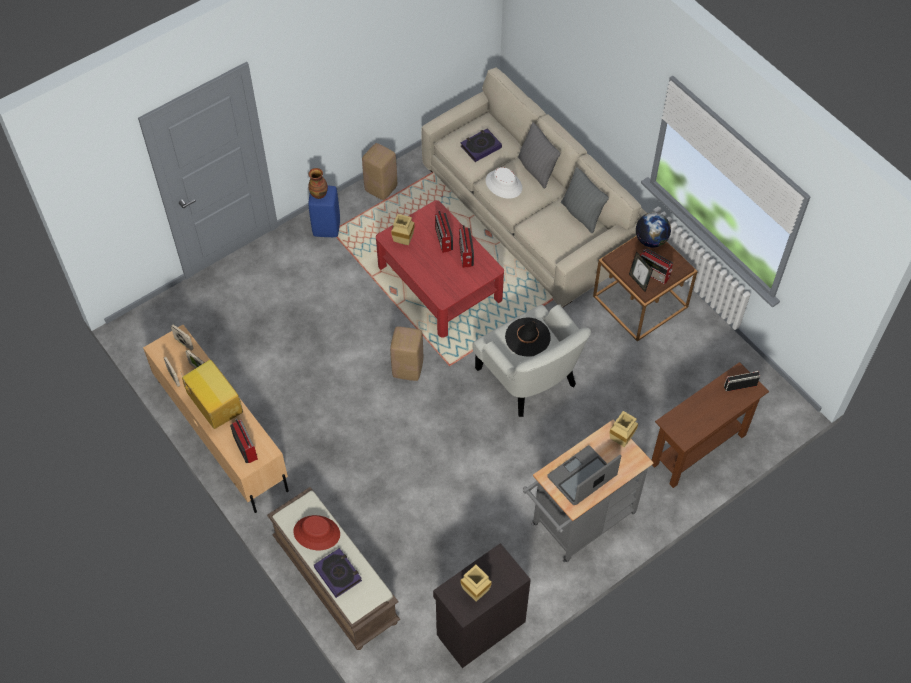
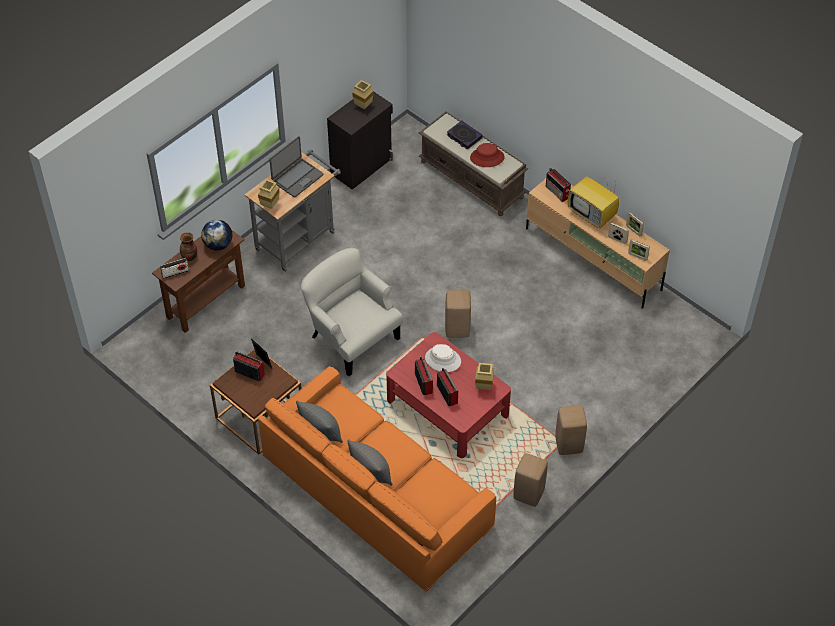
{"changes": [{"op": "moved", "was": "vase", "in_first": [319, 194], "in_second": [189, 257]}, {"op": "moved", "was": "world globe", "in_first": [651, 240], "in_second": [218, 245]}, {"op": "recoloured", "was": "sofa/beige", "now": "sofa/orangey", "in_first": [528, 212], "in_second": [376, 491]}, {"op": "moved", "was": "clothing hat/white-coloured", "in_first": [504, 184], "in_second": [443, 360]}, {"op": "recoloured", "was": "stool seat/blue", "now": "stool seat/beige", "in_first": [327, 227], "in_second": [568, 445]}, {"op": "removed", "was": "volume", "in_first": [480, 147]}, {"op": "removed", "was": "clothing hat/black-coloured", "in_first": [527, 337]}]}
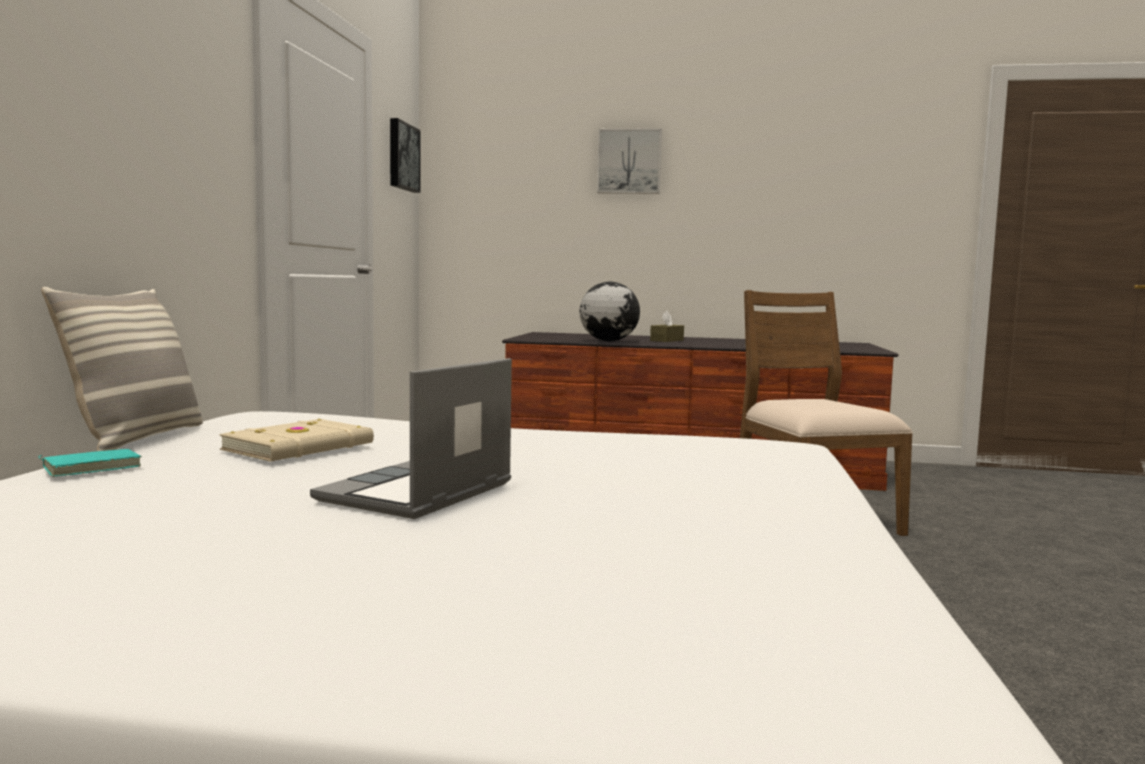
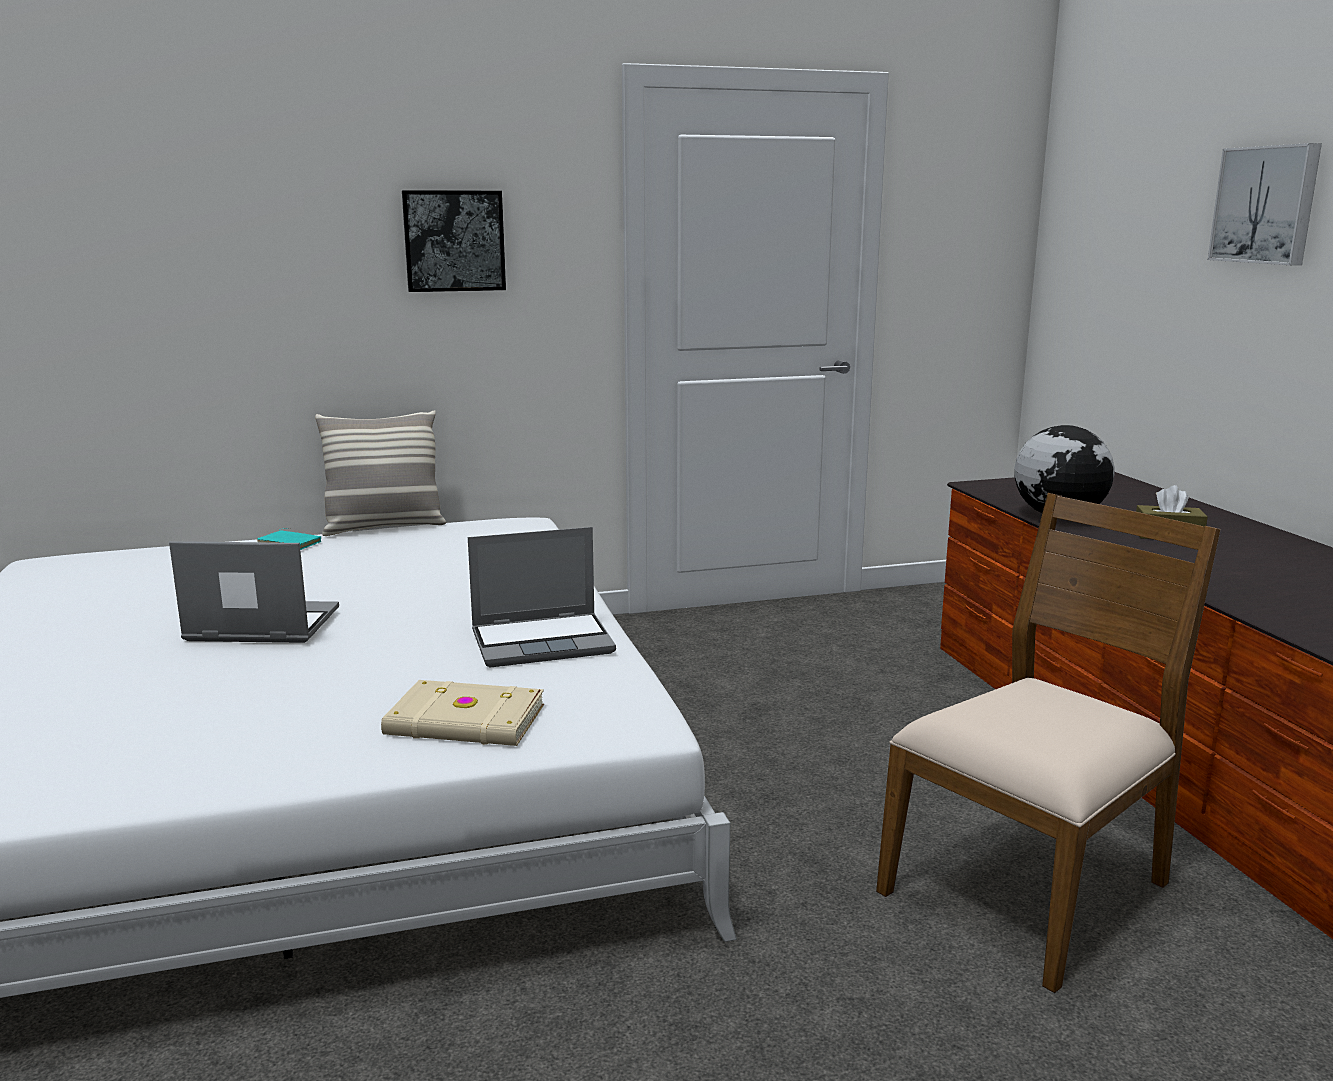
{"changes": [{"op": "moved", "was": "volume/beige", "in_first": [301, 447], "in_second": [465, 722]}, {"op": "moved", "was": "picture", "in_first": [402, 156], "in_second": [454, 241]}, {"op": "added", "now": "portable computer", "in_second": [544, 642]}]}
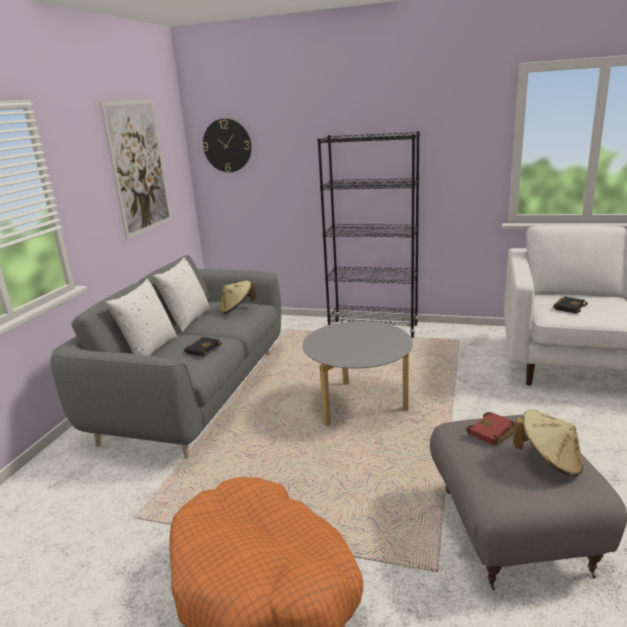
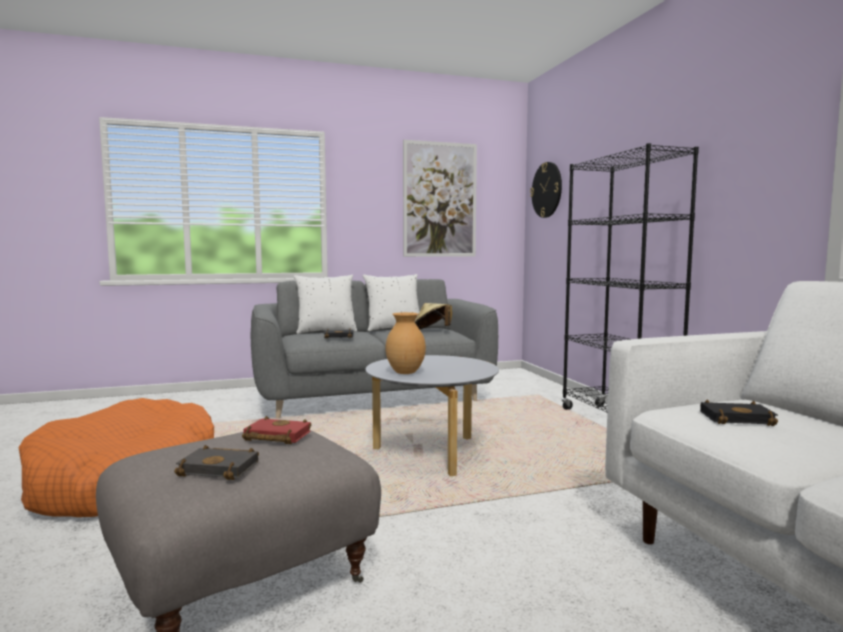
{"changes": [{"op": "replaced", "was": "clothing hat/beige", "now": "volume/black-coloured", "in_first": [549, 461], "in_second": [222, 468]}, {"op": "added", "now": "vase/brownish", "in_second": [405, 373]}]}
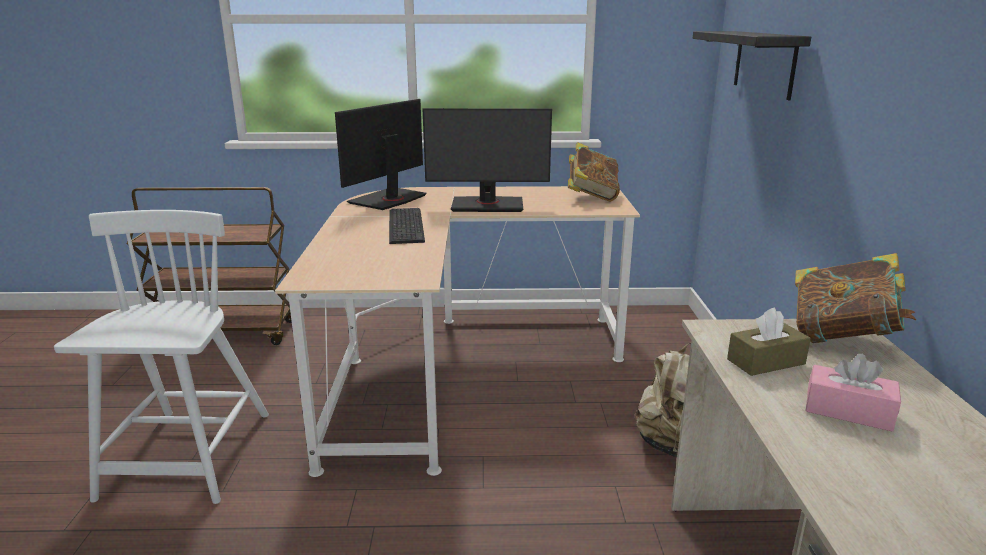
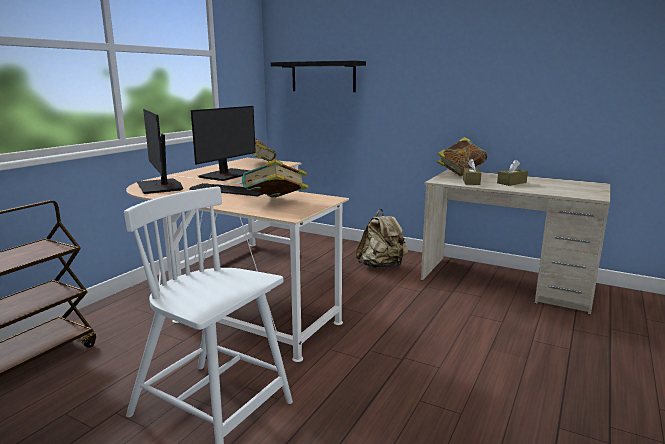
{"changes": [{"op": "added", "now": "volume", "in_second": [275, 202]}, {"op": "recoloured", "was": "box of tissues/pink", "now": "box of tissues/brownish", "in_first": [848, 411], "in_second": [511, 183]}]}
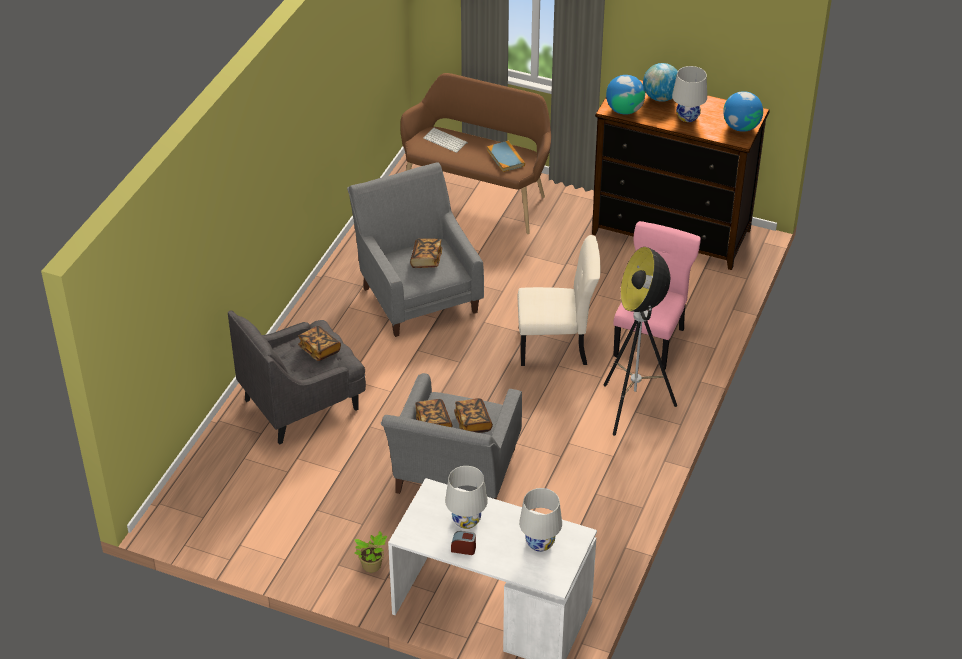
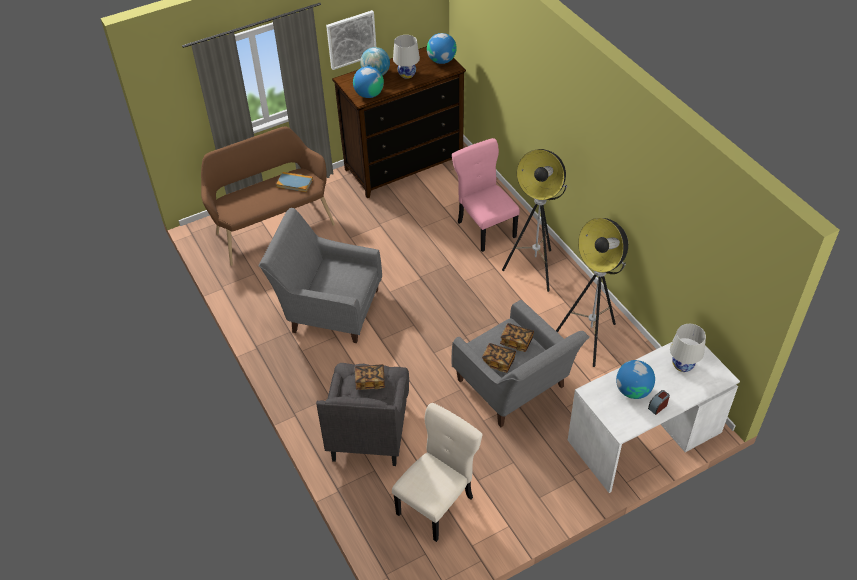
{"changes": [{"op": "added", "now": "picture", "in_second": [351, 39]}, {"op": "moved", "was": "upright chair/beige", "in_first": [556, 347], "in_second": [437, 503]}, {"op": "added", "now": "floor lamp", "in_second": [590, 339]}, {"op": "replaced", "was": "tabletop lamp/white-coloured", "now": "world globe", "in_first": [466, 521], "in_second": [633, 390]}, {"op": "removed", "was": "plant in a pot", "in_first": [372, 566]}, {"op": "removed", "was": "volume", "in_first": [426, 260]}, {"op": "removed", "was": "keyboard", "in_first": [446, 140]}]}
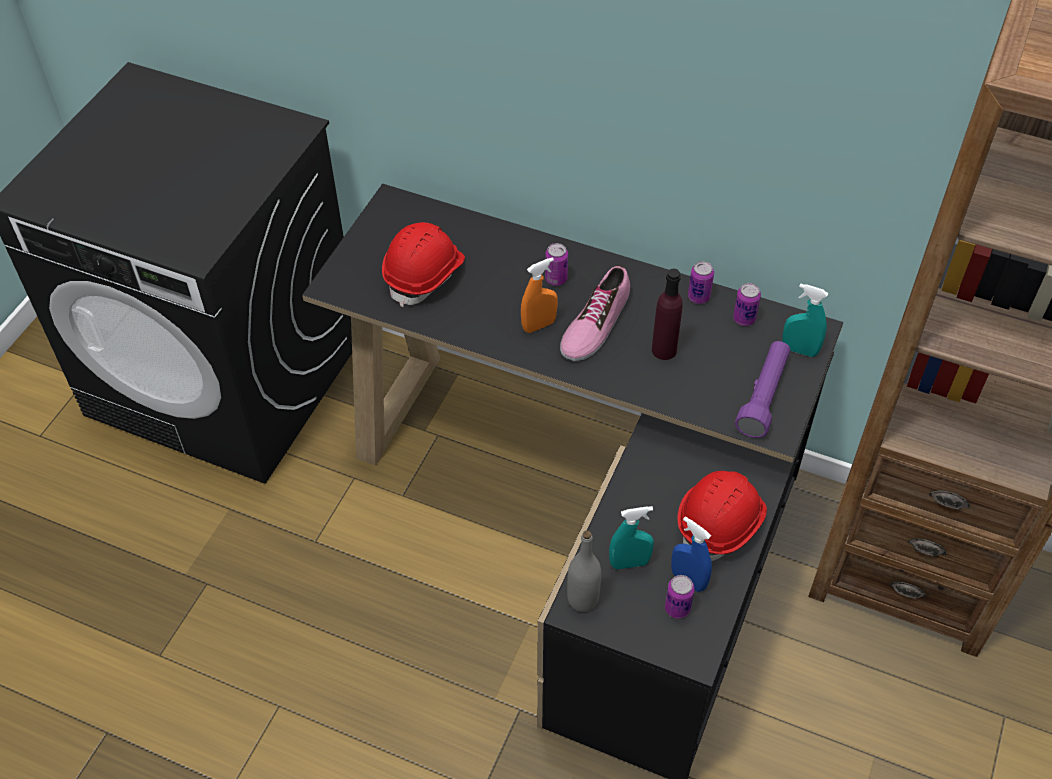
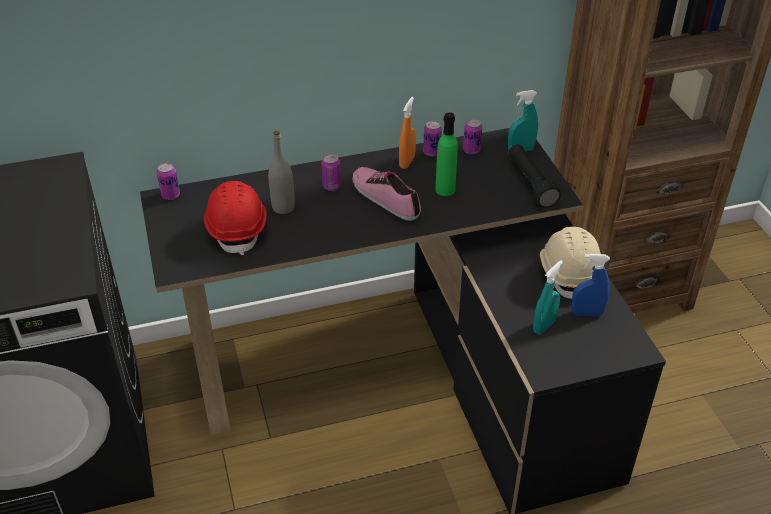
{"changes": [{"op": "moved", "was": "can", "in_first": [677, 608], "in_second": [170, 195]}, {"op": "moved", "was": "bottle/grey", "in_first": [583, 599], "in_second": [283, 207]}, {"op": "turned", "was": "low shoe", "in_first": [595, 323], "in_second": [386, 197], "clockwise": 150}, {"op": "moved", "was": "sprayer/orangey", "in_first": [539, 325], "in_second": [407, 162]}, {"op": "recoloured", "was": "bottle/purple", "now": "bottle/green-coloured", "in_first": [664, 350], "in_second": [445, 190]}, {"op": "recoloured", "was": "hand torch/purple", "now": "hand torch/black-coloured", "in_first": [763, 396], "in_second": [530, 183]}, {"op": "recoloured", "was": "safety helmet/reddish", "now": "safety helmet/beige", "in_first": [721, 523], "in_second": [569, 273]}]}
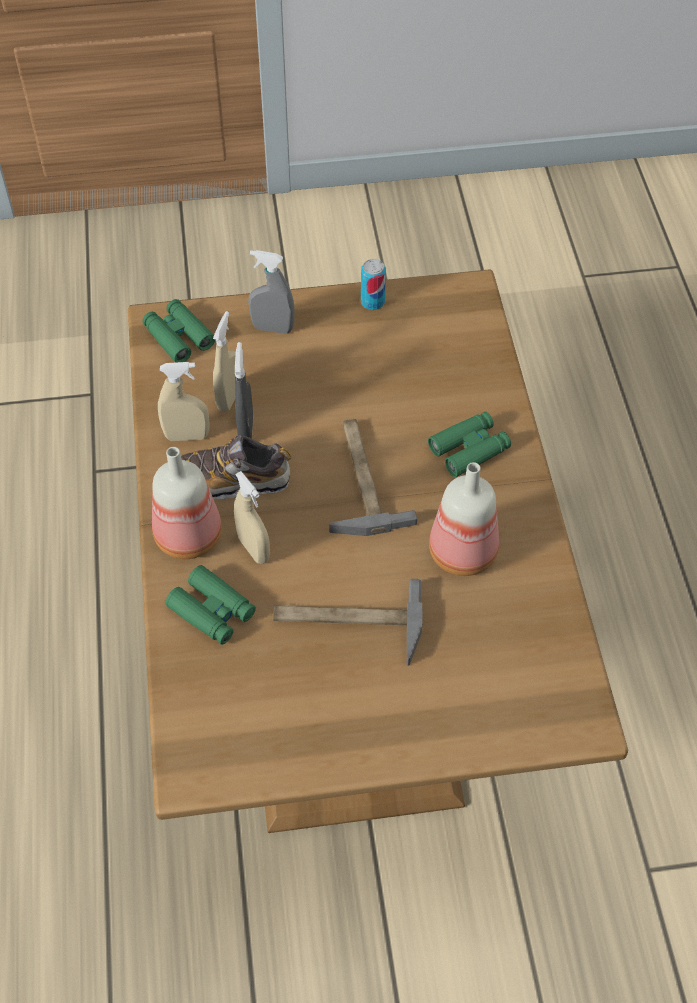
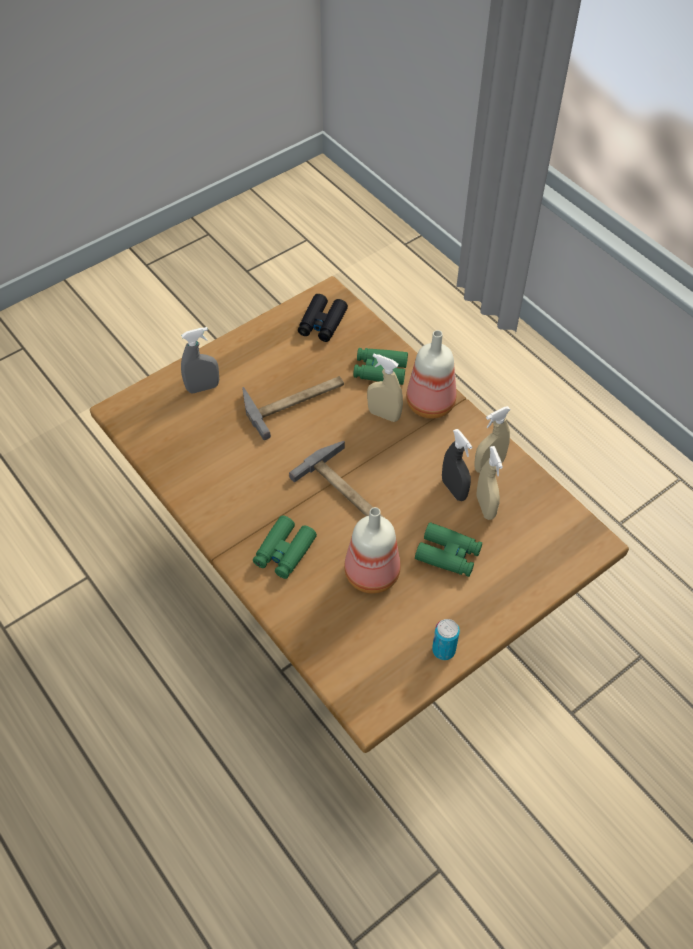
{"changes": [{"op": "moved", "was": "sprayer/grey", "in_first": [273, 328], "in_second": [203, 387]}, {"op": "added", "now": "pair of binoculars/black-coloured", "in_second": [322, 323]}, {"op": "moved", "was": "bottle", "in_first": [464, 554], "in_second": [370, 573]}, {"op": "moved", "was": "pair of binoculars/green-coloured", "in_first": [178, 337], "in_second": [448, 554]}, {"op": "removed", "was": "low shoe", "in_first": [234, 480]}]}
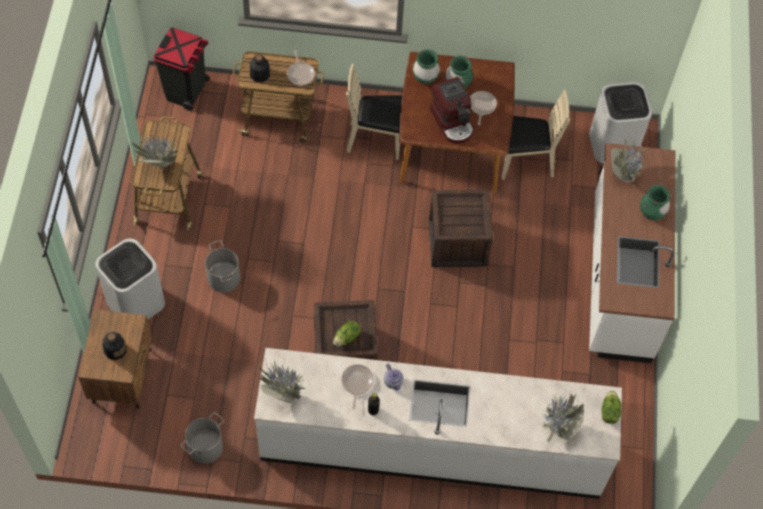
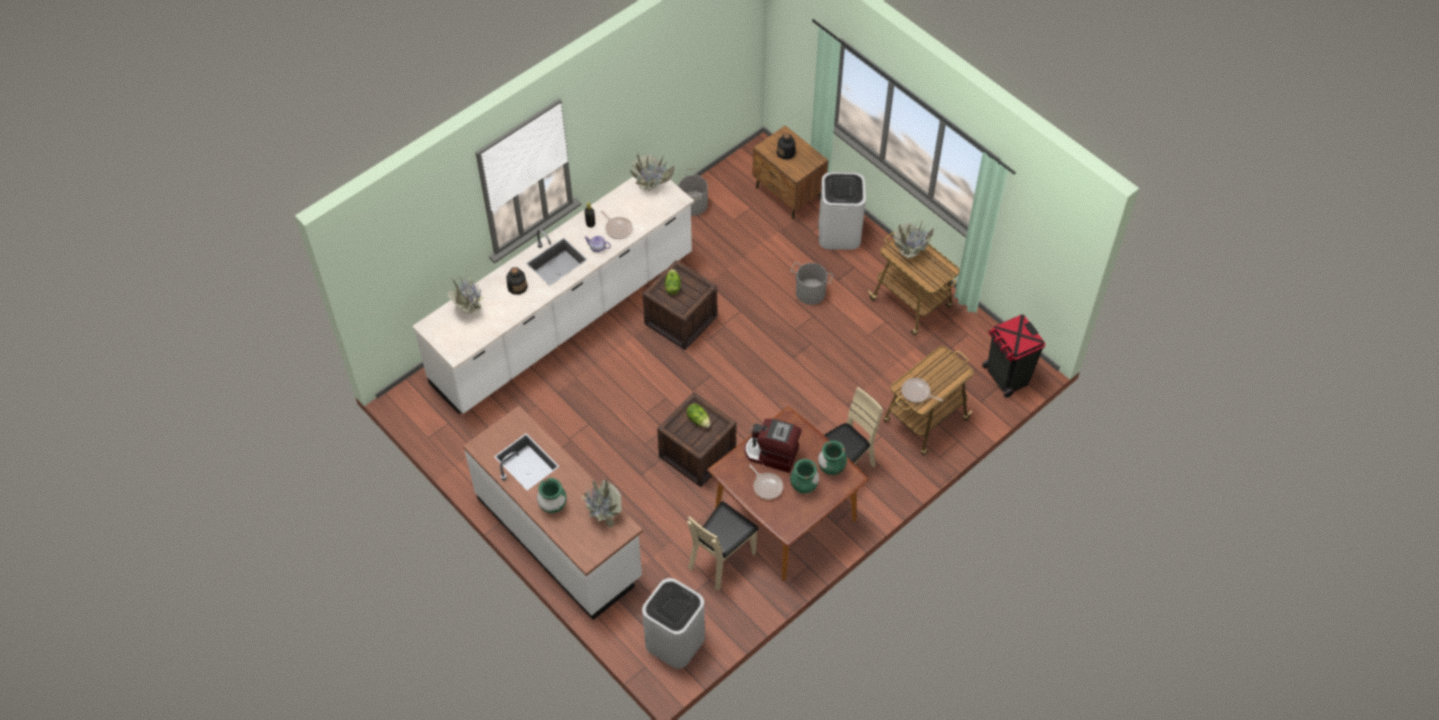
{"changes": [{"op": "moved", "was": "bottle", "in_first": [259, 74], "in_second": [517, 287]}, {"op": "moved", "was": "lettuce head", "in_first": [609, 411], "in_second": [698, 420]}]}
